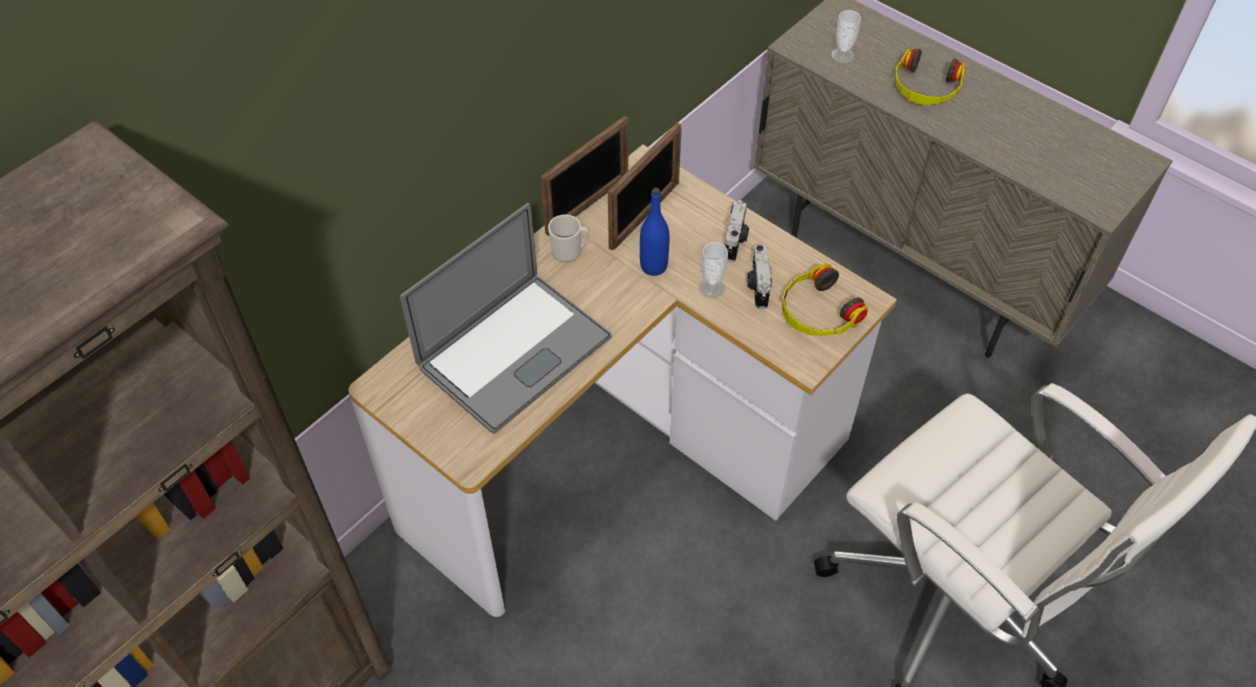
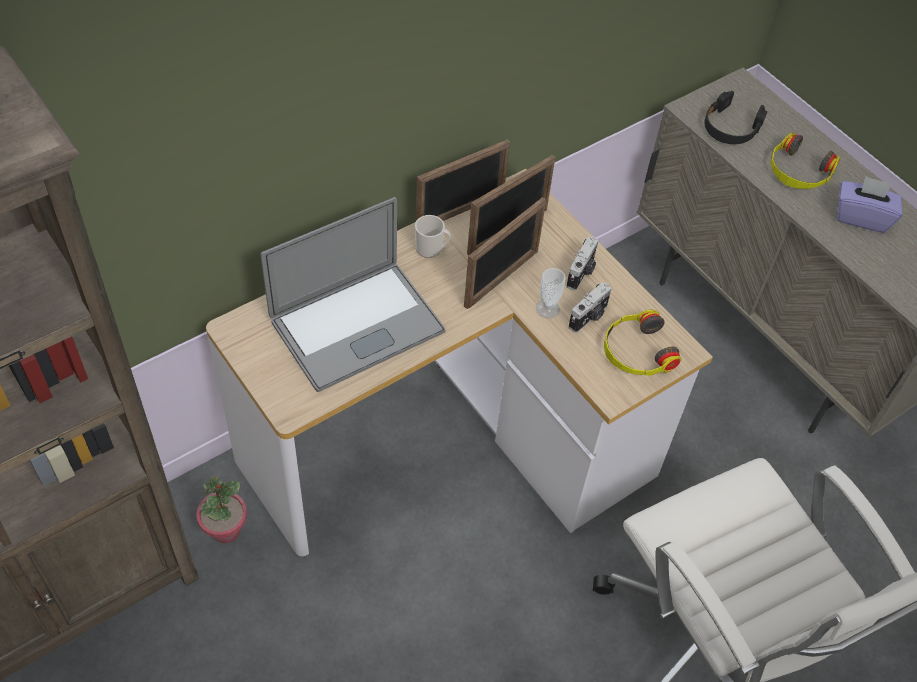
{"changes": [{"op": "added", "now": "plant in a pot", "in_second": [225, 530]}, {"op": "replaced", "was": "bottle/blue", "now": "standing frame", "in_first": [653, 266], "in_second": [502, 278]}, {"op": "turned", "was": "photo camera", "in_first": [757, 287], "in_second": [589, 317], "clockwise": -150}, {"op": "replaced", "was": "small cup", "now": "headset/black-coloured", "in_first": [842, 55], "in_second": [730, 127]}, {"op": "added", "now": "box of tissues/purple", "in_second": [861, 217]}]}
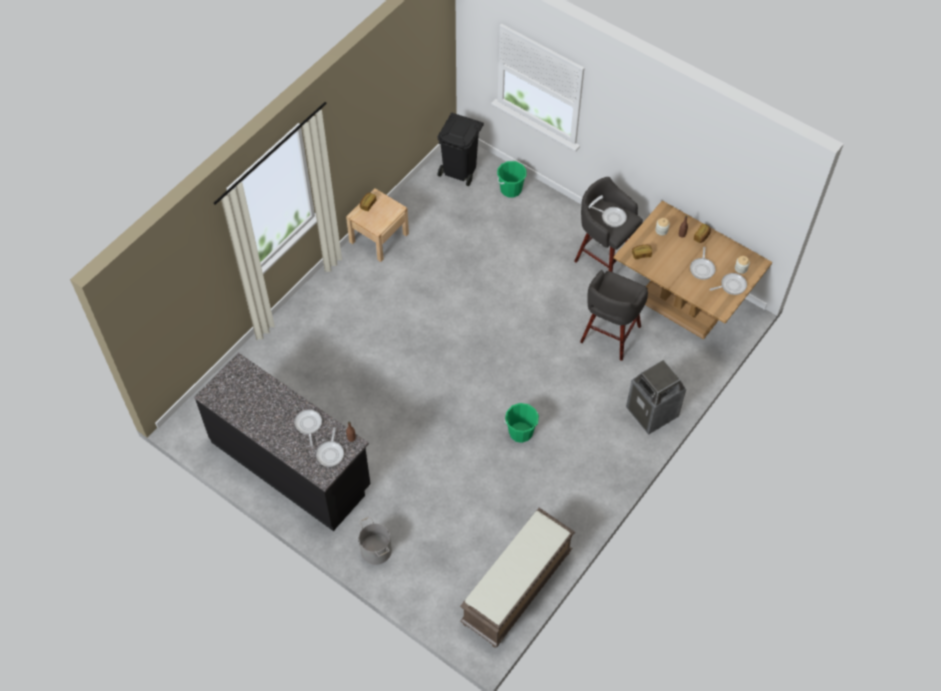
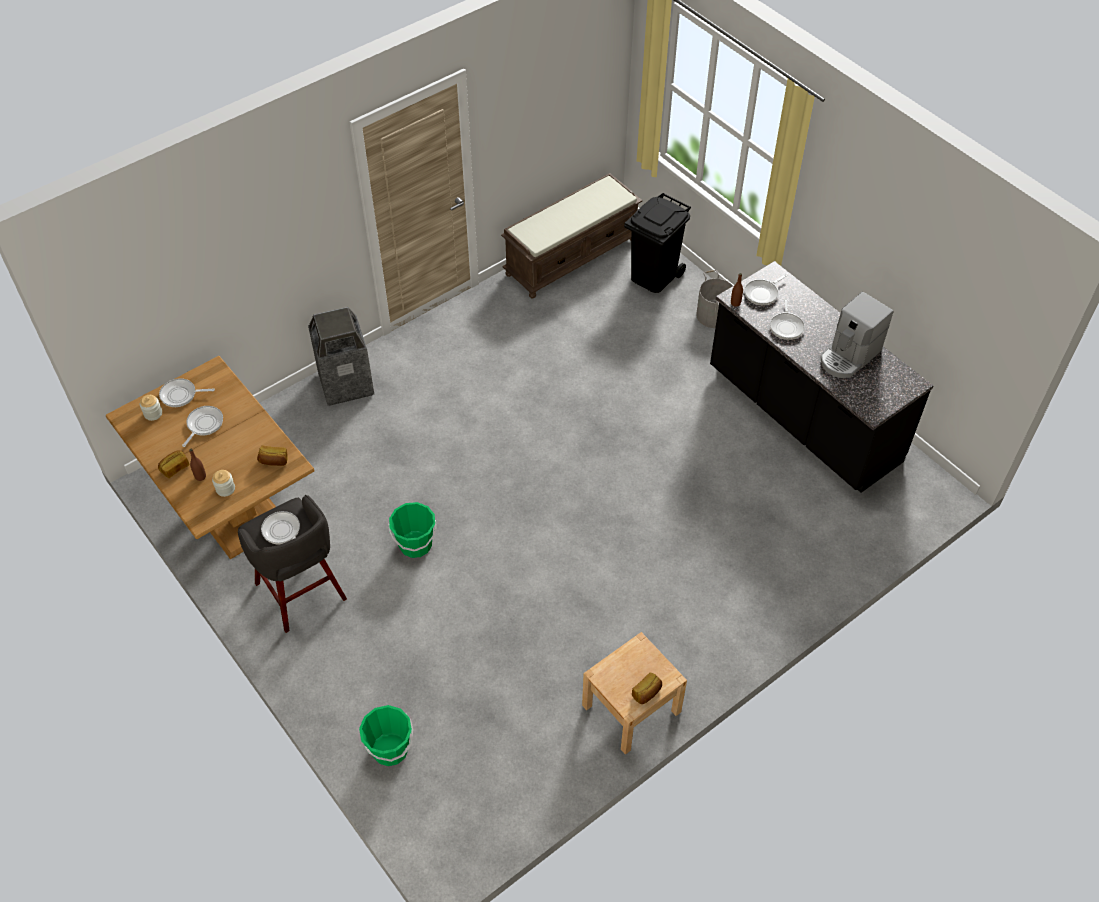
{"changes": [{"op": "moved", "was": "water bucket/green-coloured", "in_first": [520, 432], "in_second": [415, 544]}, {"op": "moved", "was": "rubbish bin/black-coloured", "in_first": [460, 170], "in_second": [653, 276]}, {"op": "turned", "was": "frying pan", "in_first": [330, 453], "in_second": [762, 293], "clockwise": -150}, {"op": "added", "now": "coffee machine", "in_second": [849, 356]}, {"op": "removed", "was": "stool seat/grey", "in_first": [609, 336]}]}
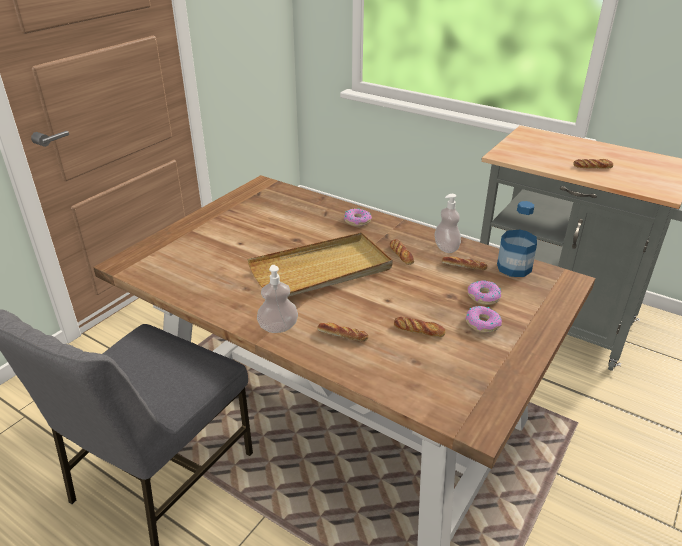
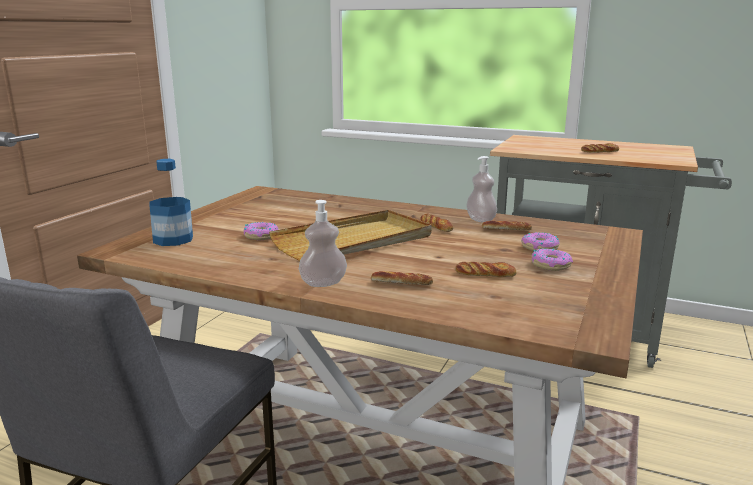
{"changes": [{"op": "moved", "was": "bottle", "in_first": [514, 267], "in_second": [173, 239]}, {"op": "moved", "was": "doughnut", "in_first": [357, 221], "in_second": [261, 236]}]}
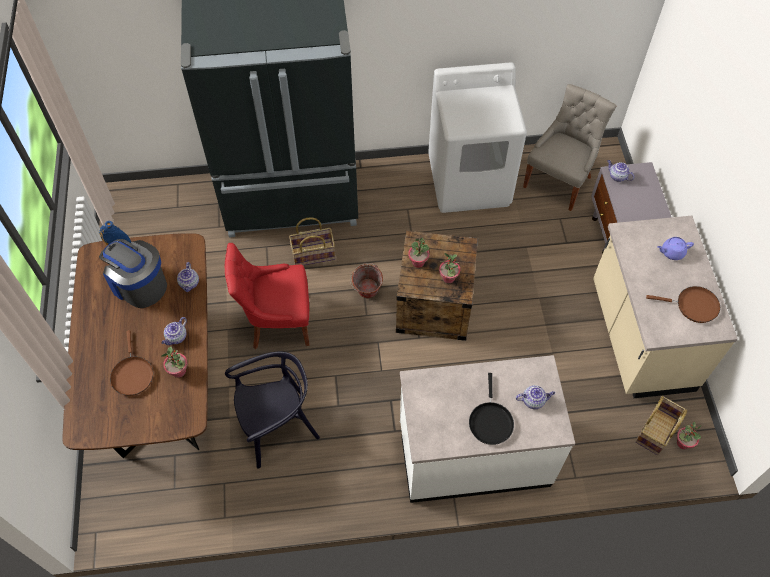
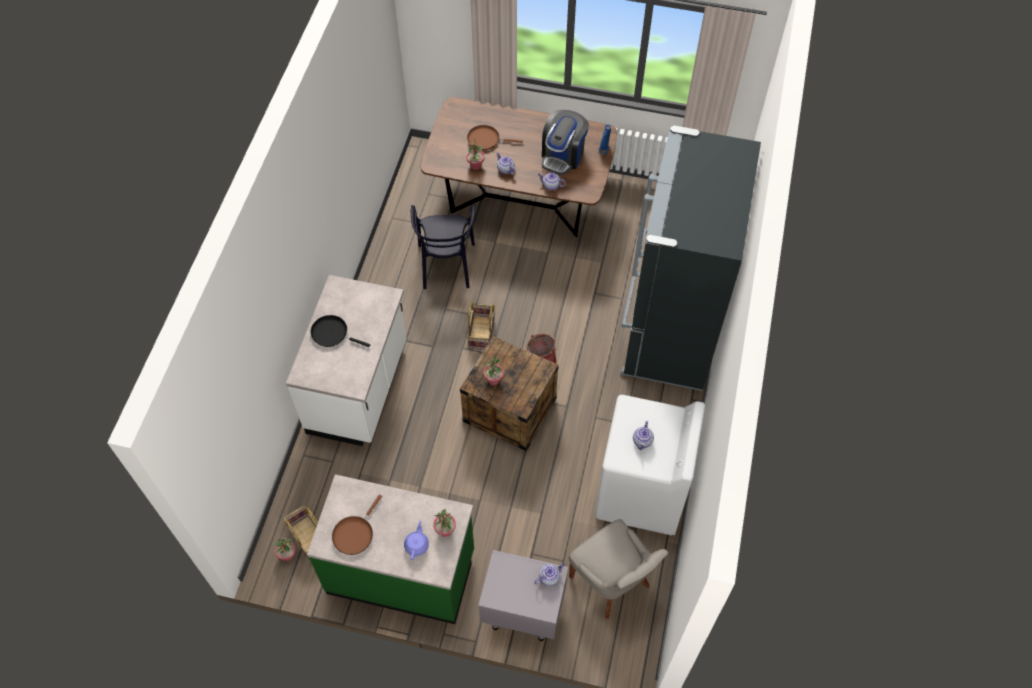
{"changes": [{"op": "recoloured", "was": "kitchen base unit/beige", "now": "kitchen base unit/green-coloured", "in_first": [639, 337], "in_second": [401, 571]}, {"op": "moved", "was": "plant in a pot", "in_first": [418, 262], "in_second": [445, 530]}, {"op": "moved", "was": "household basket", "in_first": [313, 254], "in_second": [482, 333]}, {"op": "turned", "was": "coffee machine", "in_first": [139, 285], "in_second": [563, 155], "clockwise": 150}, {"op": "moved", "was": "pot for tea", "in_first": [533, 400], "in_second": [642, 441]}, {"op": "removed", "was": "upright chair/reddish", "in_first": [277, 322]}]}
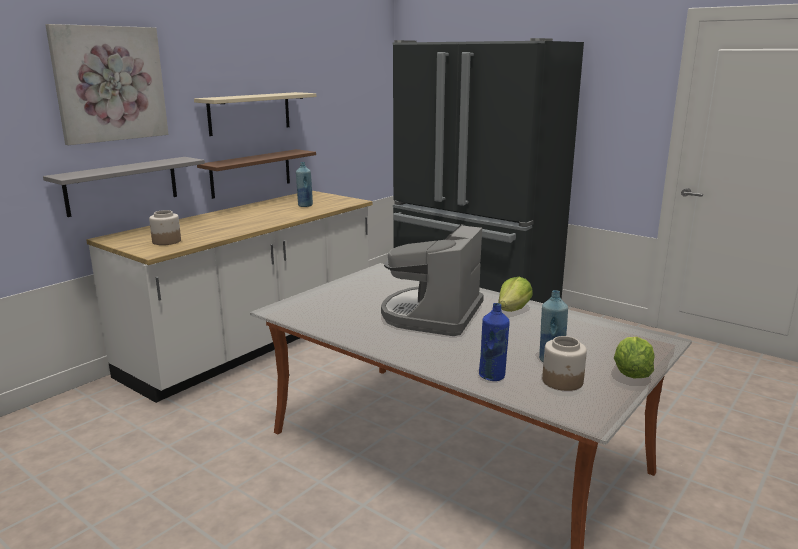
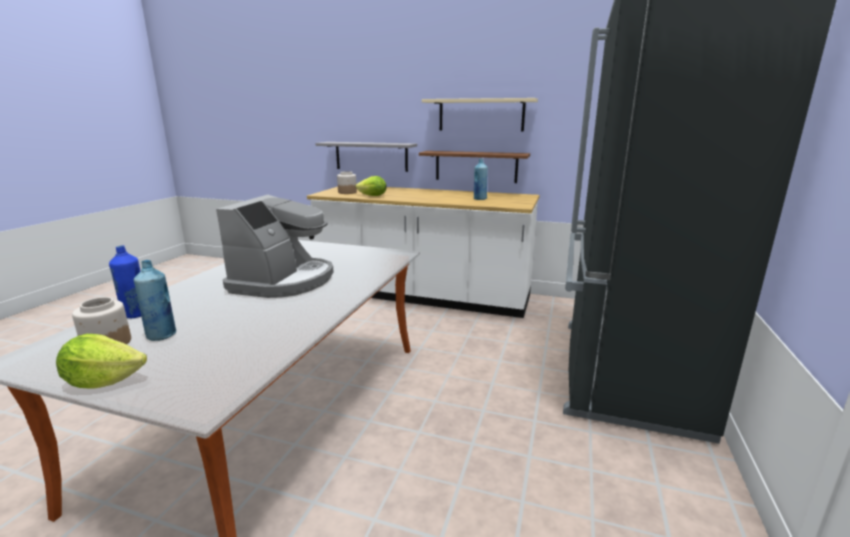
{"changes": [{"op": "turned", "was": "coffee machine", "in_first": [432, 315], "in_second": [284, 281], "clockwise": 105}, {"op": "moved", "was": "lettuce head", "in_first": [513, 310], "in_second": [373, 196]}, {"op": "removed", "was": "picture", "in_first": [109, 84]}]}
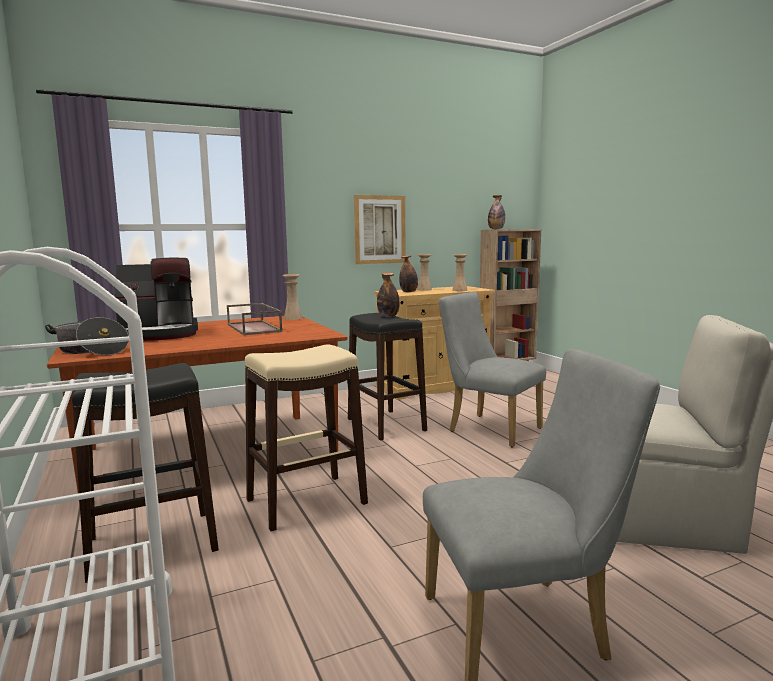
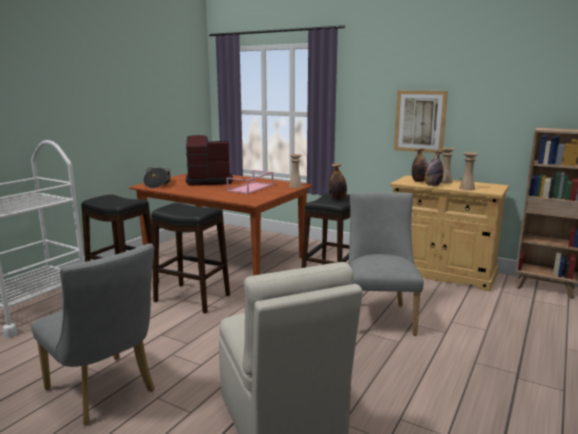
{"changes": [{"op": "recoloured", "was": "stool seat/beige", "now": "stool seat/black-coloured", "in_first": [306, 502], "in_second": [192, 298]}, {"op": "turned", "was": "coffee machine", "in_first": [159, 334], "in_second": [208, 181], "clockwise": 135}, {"op": "recoloured", "was": "carrying tray/brownish", "now": "carrying tray/pink", "in_first": [255, 328], "in_second": [251, 188]}, {"op": "moved", "was": "bottle", "in_first": [496, 229], "in_second": [432, 185]}]}
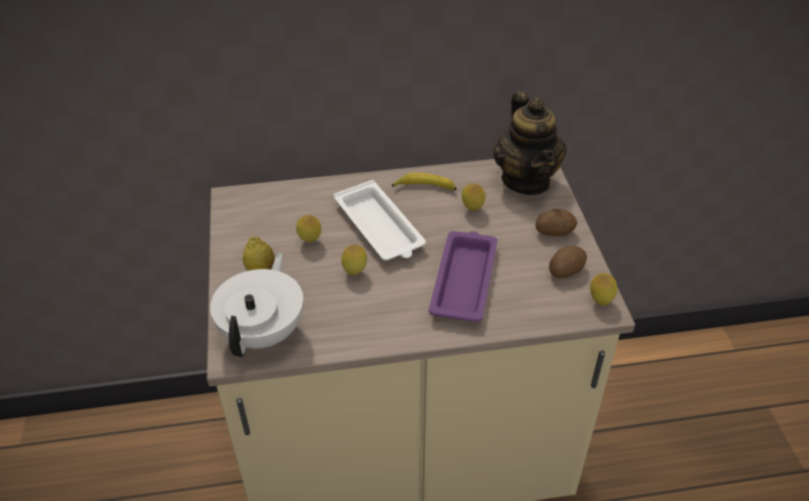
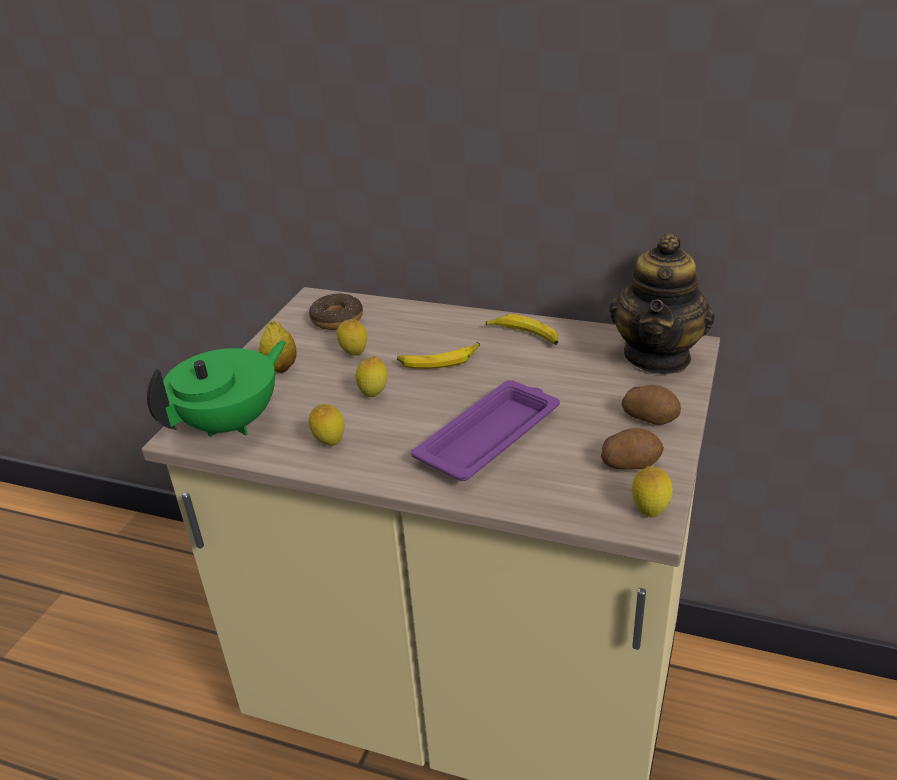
{"changes": [{"op": "recoloured", "was": "pot for tea/white-coloured", "now": "pot for tea/green-coloured", "in_first": [264, 332], "in_second": [232, 423]}, {"op": "added", "now": "doughnut", "in_second": [337, 319]}, {"op": "moved", "was": "citrus fruit", "in_first": [472, 209], "in_second": [329, 443]}, {"op": "replaced", "was": "carrying tray/white-coloured", "now": "banana fruit", "in_first": [380, 228], "in_second": [439, 361]}]}
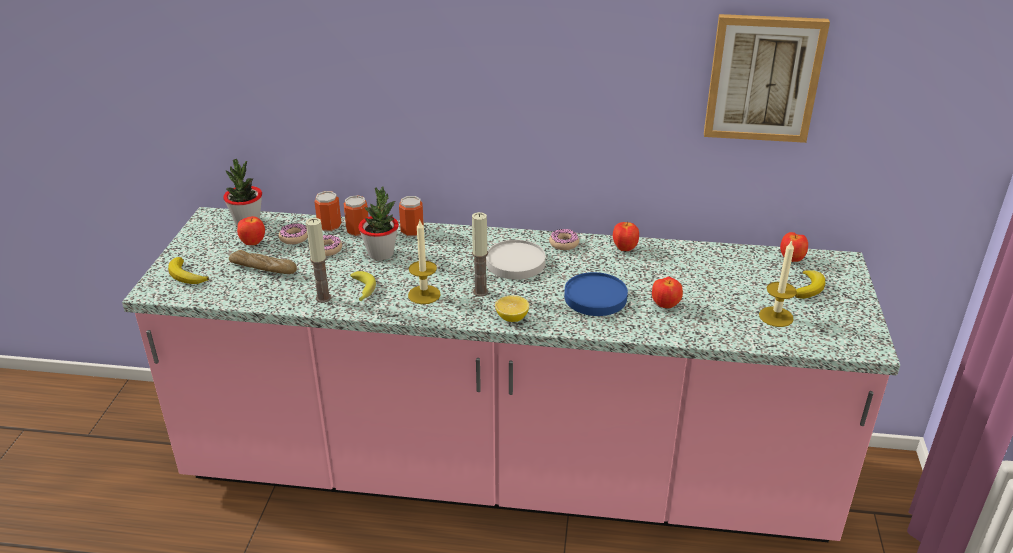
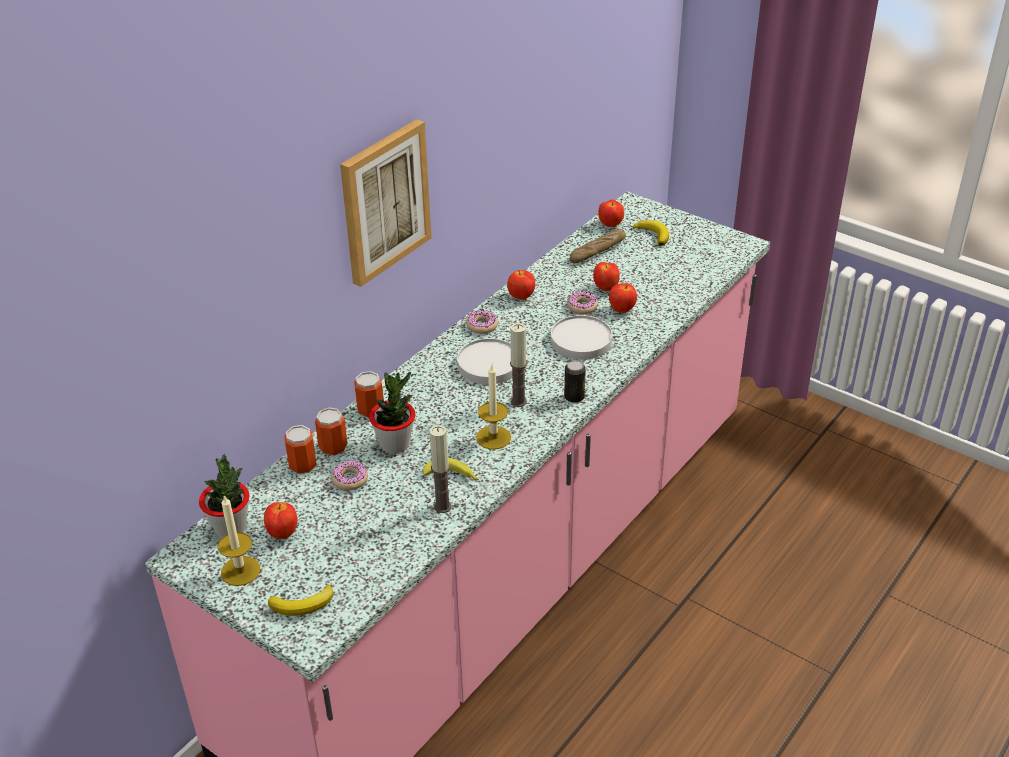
{"changes": [{"op": "moved", "was": "wax candle", "in_first": [776, 317], "in_second": [240, 571]}, {"op": "moved", "was": "picture", "in_first": [763, 78], "in_second": [384, 201]}, {"op": "recoloured", "was": "plate/blue", "now": "plate/white-coloured", "in_first": [595, 297], "in_second": [581, 341]}, {"op": "replaced", "was": "citrus fruit", "now": "can", "in_first": [512, 318], "in_second": [574, 397]}, {"op": "moved", "was": "doughnut", "in_first": [294, 238], "in_second": [582, 307]}, {"op": "moved", "was": "bread", "in_first": [263, 268], "in_second": [597, 251]}, {"op": "added", "now": "whole apple", "in_second": [606, 288]}]}
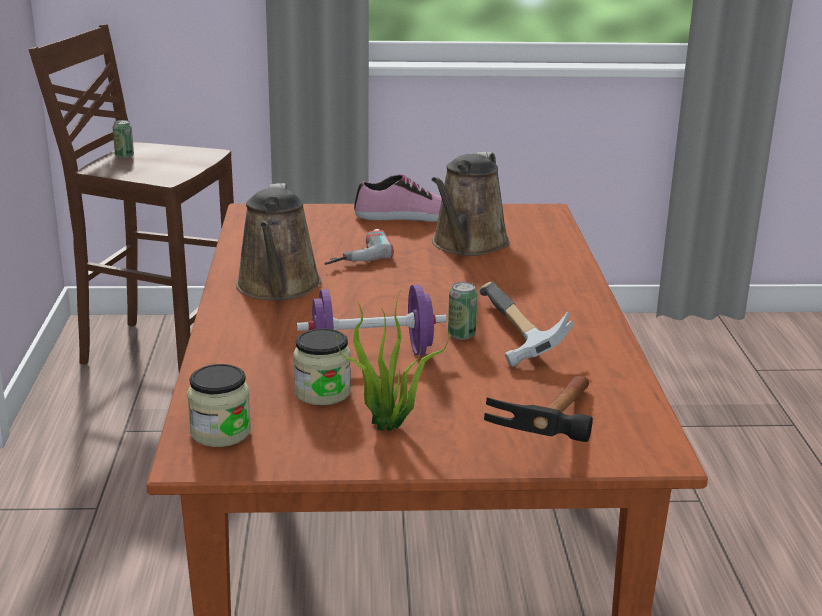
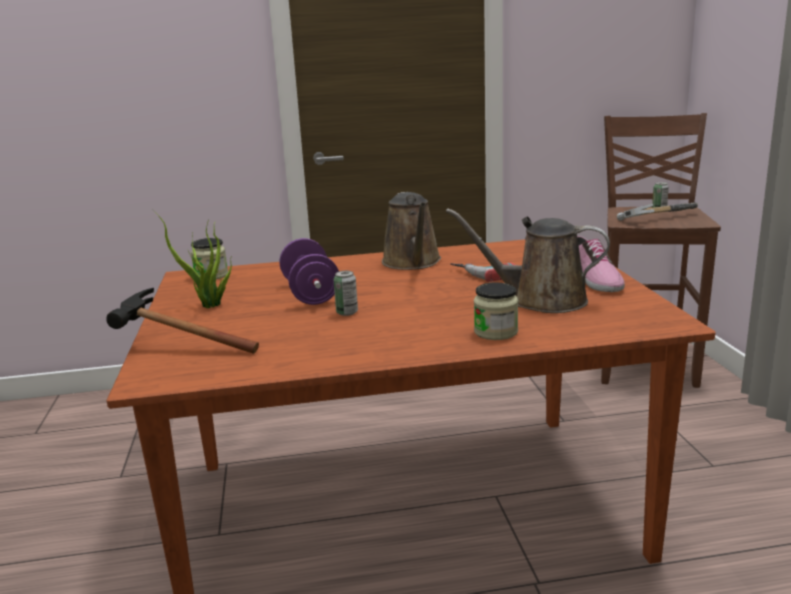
{"changes": [{"op": "turned", "was": "watering can/brownish", "in_first": [278, 287], "in_second": [412, 263], "clockwise": -90}, {"op": "moved", "was": "jar", "in_first": [322, 392], "in_second": [496, 332]}, {"op": "moved", "was": "hammer", "in_first": [510, 335], "in_second": [656, 218]}]}
